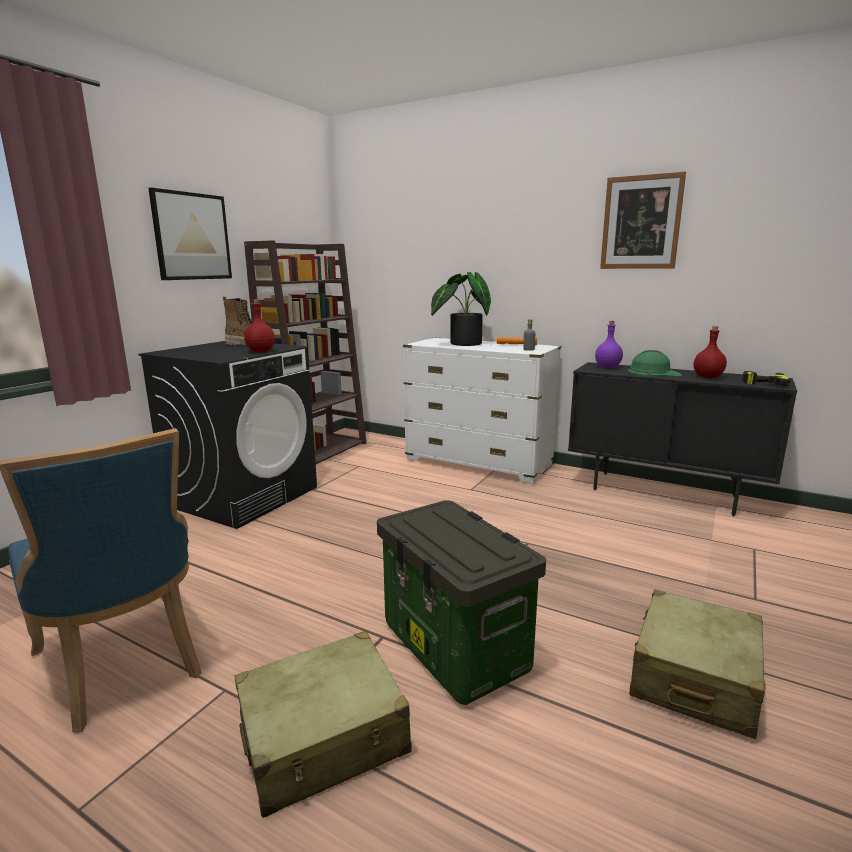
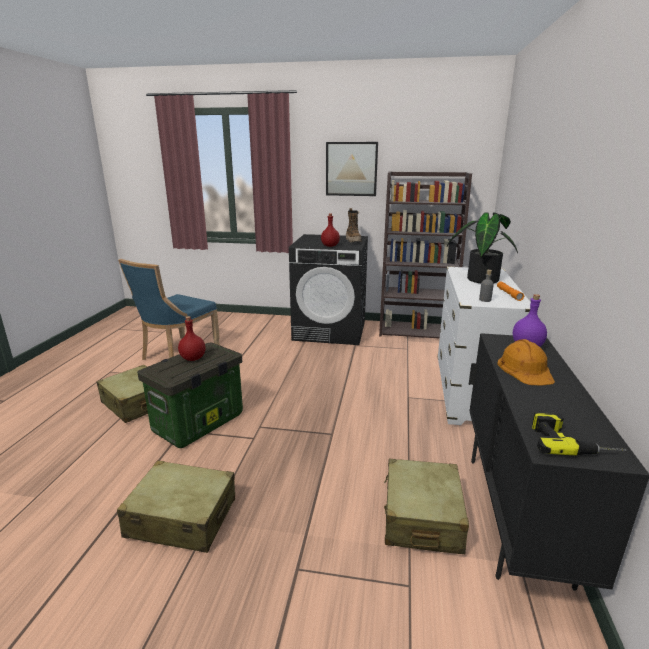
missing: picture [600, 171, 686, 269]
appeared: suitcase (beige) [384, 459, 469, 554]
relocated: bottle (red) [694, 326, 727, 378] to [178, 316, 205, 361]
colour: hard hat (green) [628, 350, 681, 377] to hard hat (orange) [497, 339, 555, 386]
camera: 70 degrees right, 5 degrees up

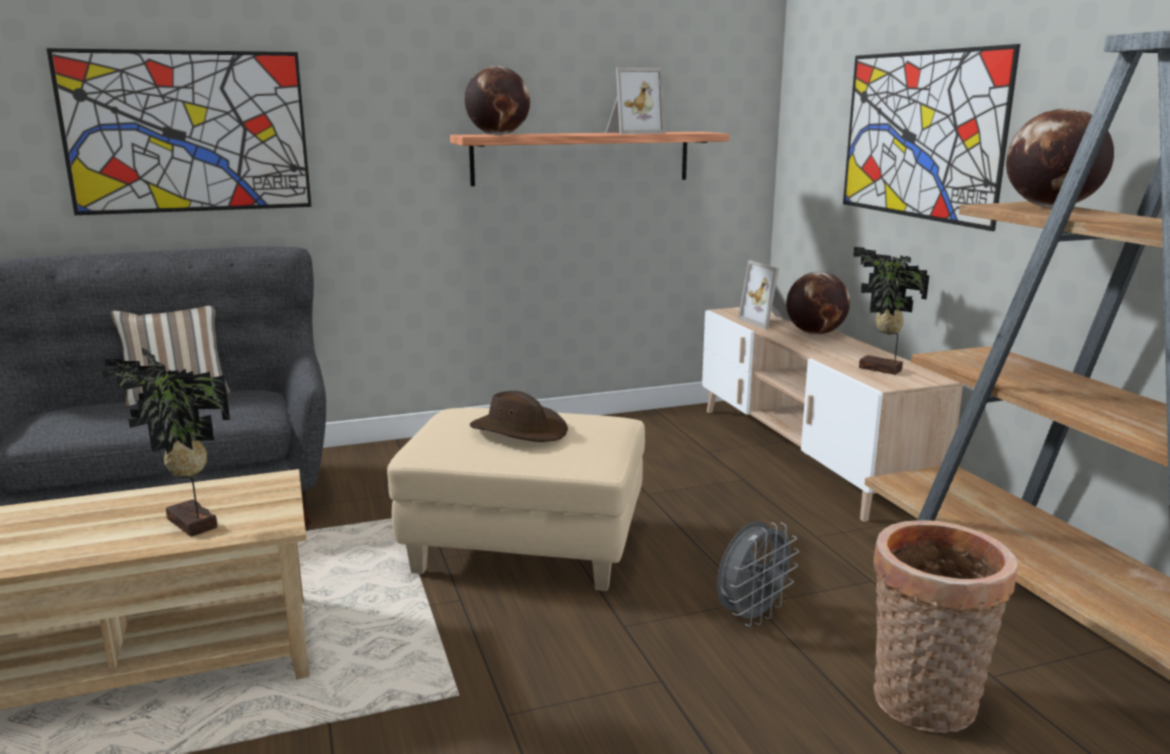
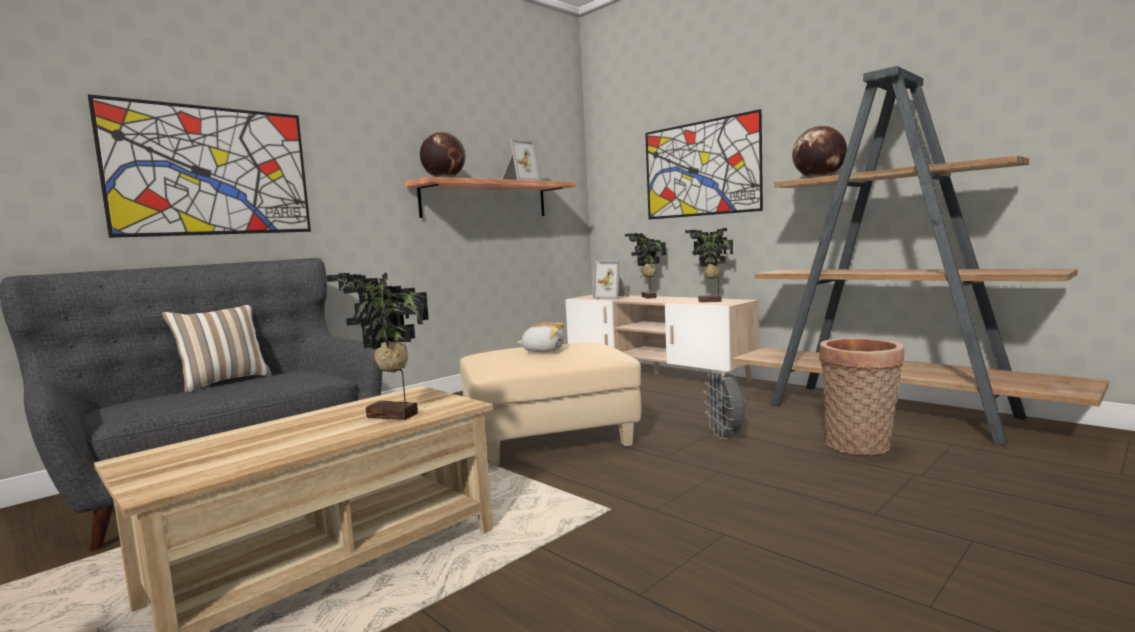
exchanged: hat (brown) [470, 391, 568, 442] to plush toy [517, 322, 565, 352]; globe [786, 272, 850, 335] to potted plant [625, 233, 666, 299]
spun: fan (grey) [717, 521, 799, 627] = [703, 370, 746, 439] 150 degrees clockwise
camera: 25 degrees left, 10 degrees down

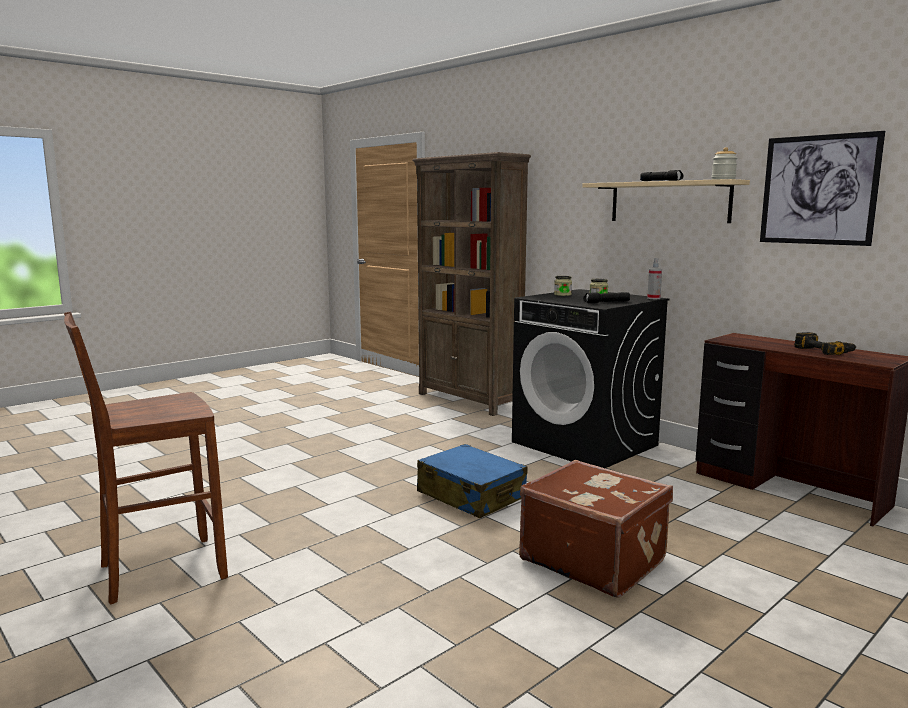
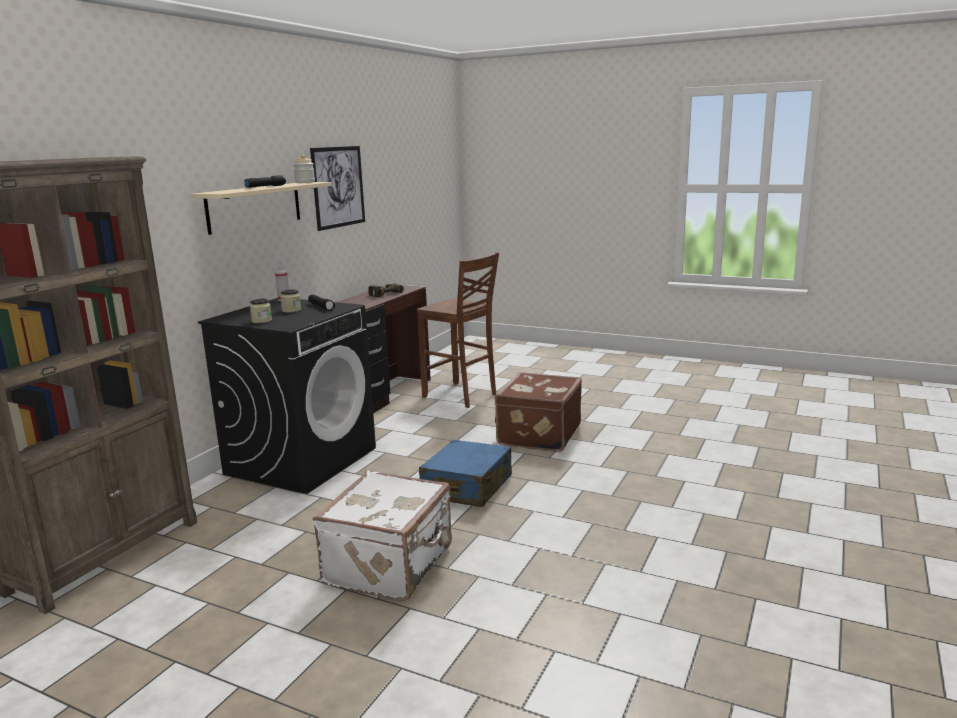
appeared: suitcase (white) [313, 471, 452, 601]
relocated: stool (brown) [64, 311, 228, 604] to [417, 252, 499, 408]
camera: 110 degrees left, 5 degrees up

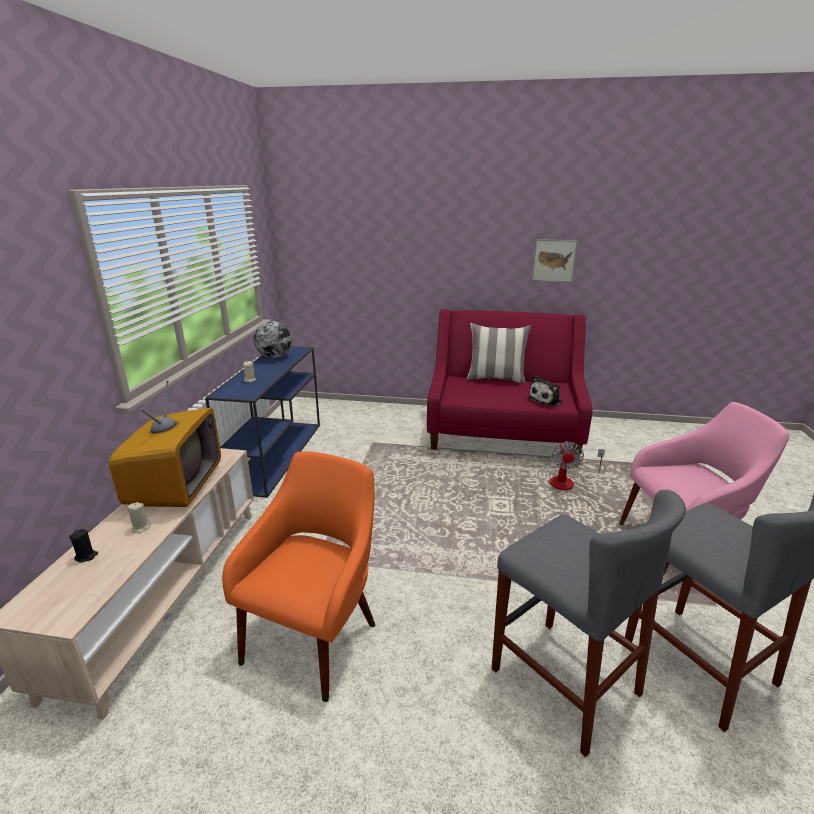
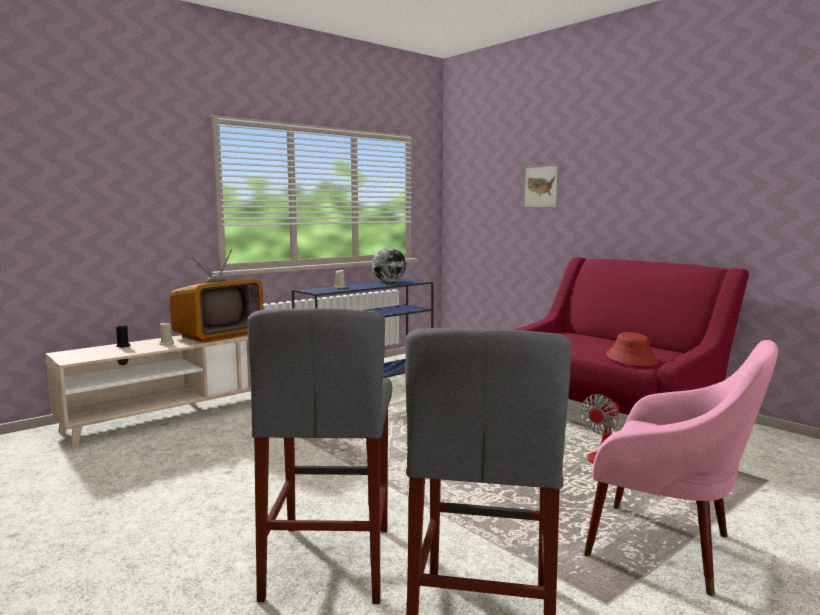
missing: armchair (orange) [222, 451, 376, 702]; pillow [466, 323, 531, 384]
relocated: picture [532, 239, 578, 282] to [523, 164, 560, 208]
exchanged: plush toy [527, 375, 562, 406] to hat (red) [606, 332, 659, 366]
camera: 40 degrees right, 15 degrees down

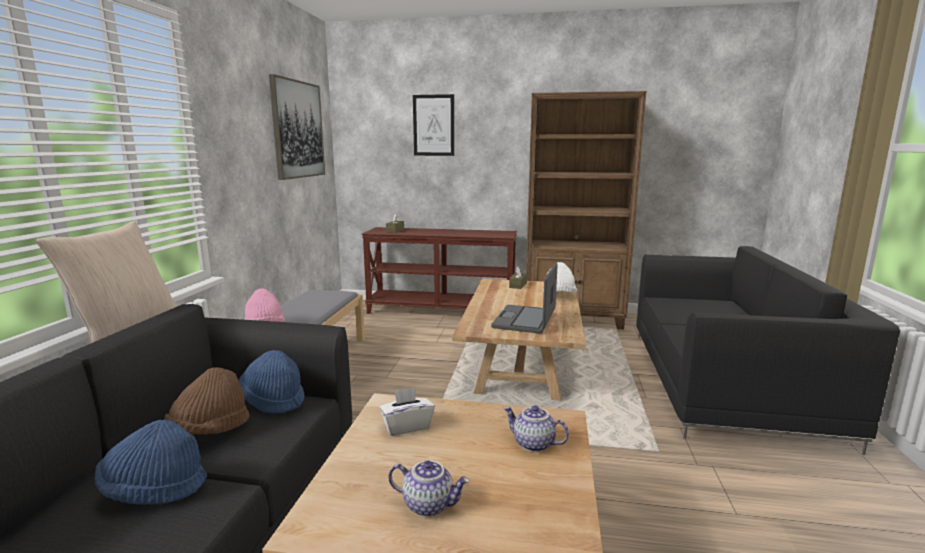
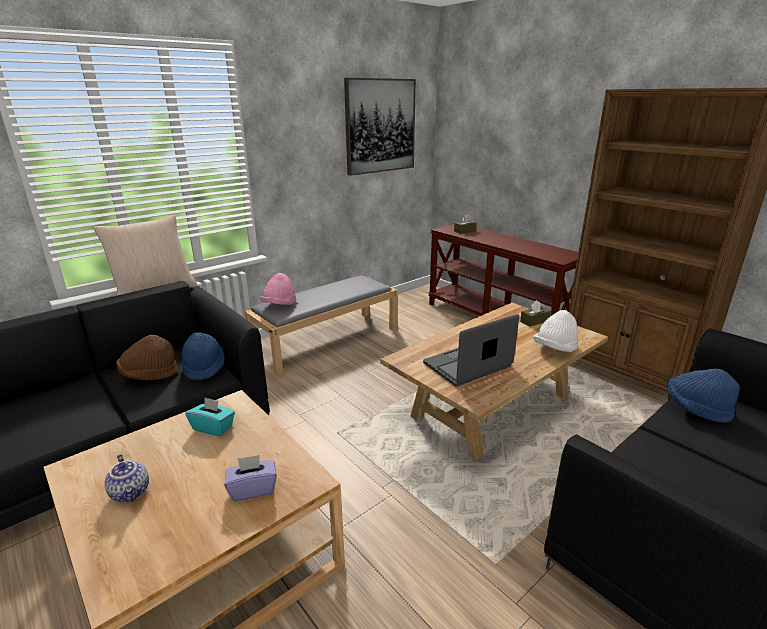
missing: picture [413, 94, 454, 156]
relocated: hat (blue) [94, 419, 207, 505] to [667, 369, 740, 423]
exchanged: teapot [503, 406, 569, 452] to tissue box (purple) [224, 455, 277, 501]
colour: tissue box (white) [379, 388, 435, 436] to tissue box (turquoise) [185, 397, 235, 436]
camera: 40 degrees right, 10 degrees up

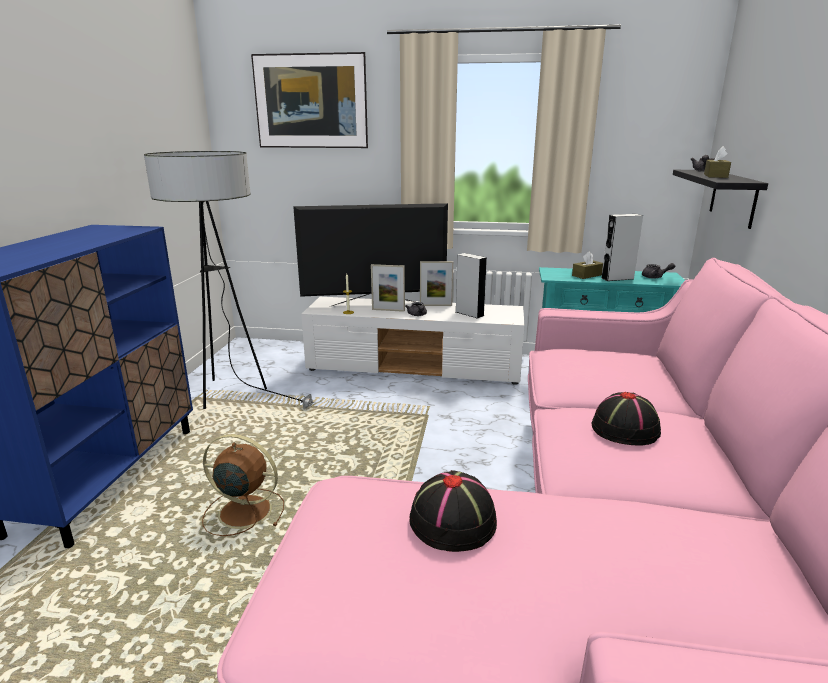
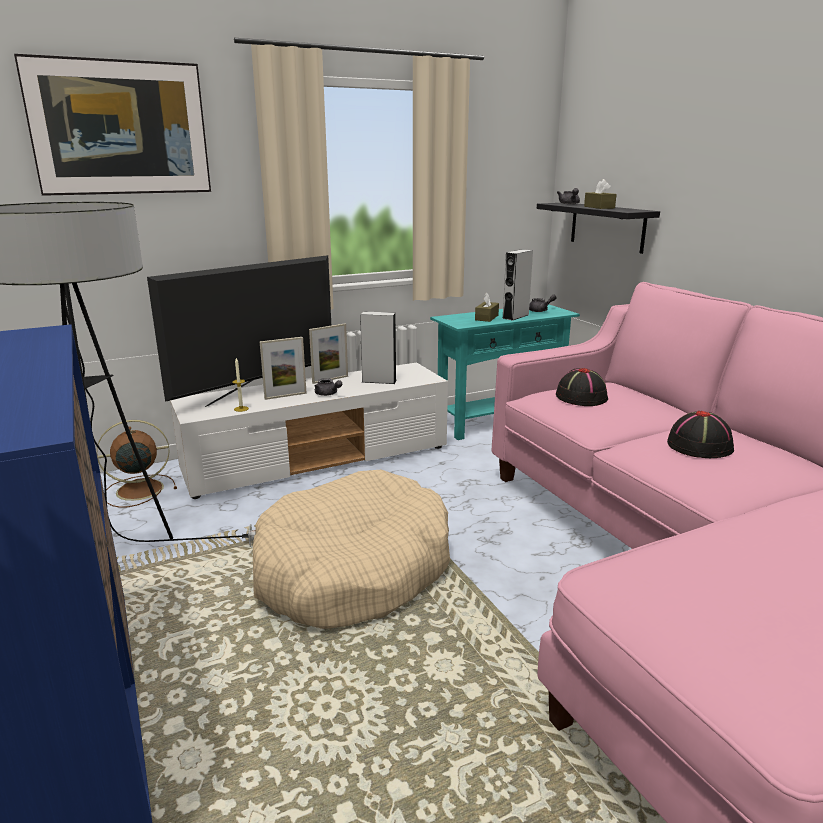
appeared: dog bed (beige) [253, 470, 450, 629]
relocated: fan (brown) [202, 434, 284, 536] to [97, 420, 177, 508]; hat (black) [410, 470, 497, 552] to [556, 368, 608, 406]
camera: 35 degrees left, 0 degrees up

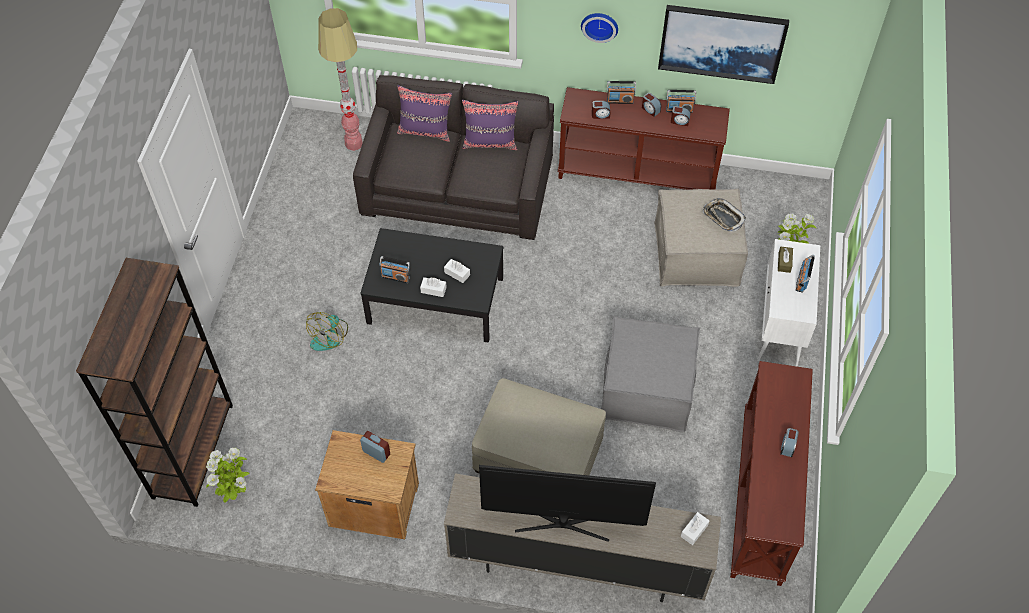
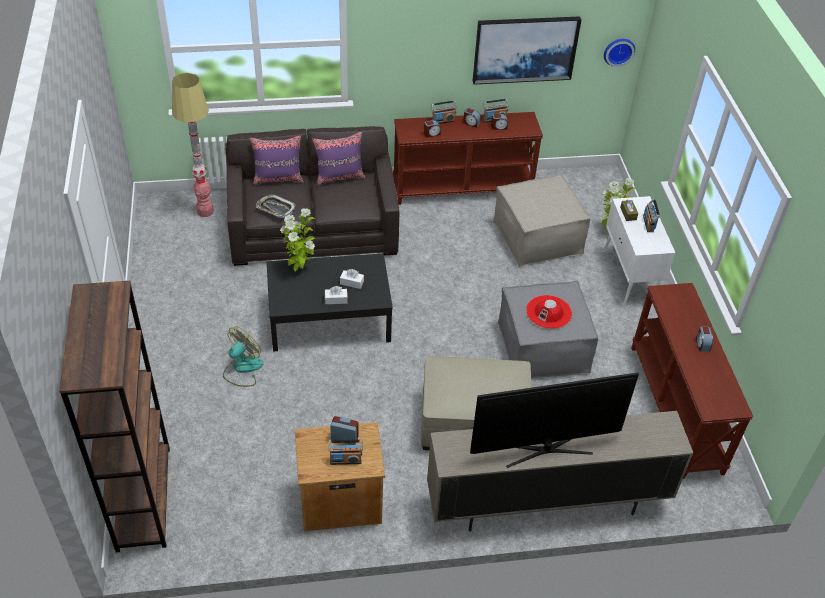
missing: tissue box (white) [681, 512, 710, 545]
appeared: hat (red) [526, 295, 572, 329]
relocated: potted plant [206, 448, 250, 503] to [280, 208, 315, 271]; radio [380, 256, 410, 283] to [328, 440, 363, 465]; wall clock [581, 13, 618, 43] to [604, 39, 635, 67]; tray [703, 198, 746, 232] to [256, 194, 296, 218]
spun: fan [306, 312, 348, 351] = [223, 326, 264, 387] 150 degrees counterclockwise
camera: 20 degrees left, 10 degrees down

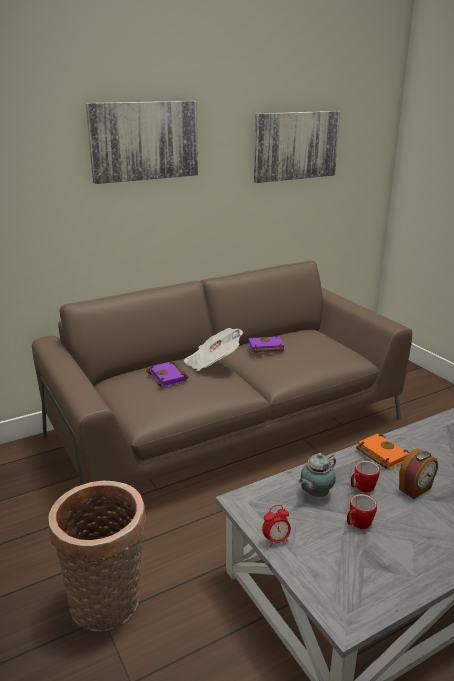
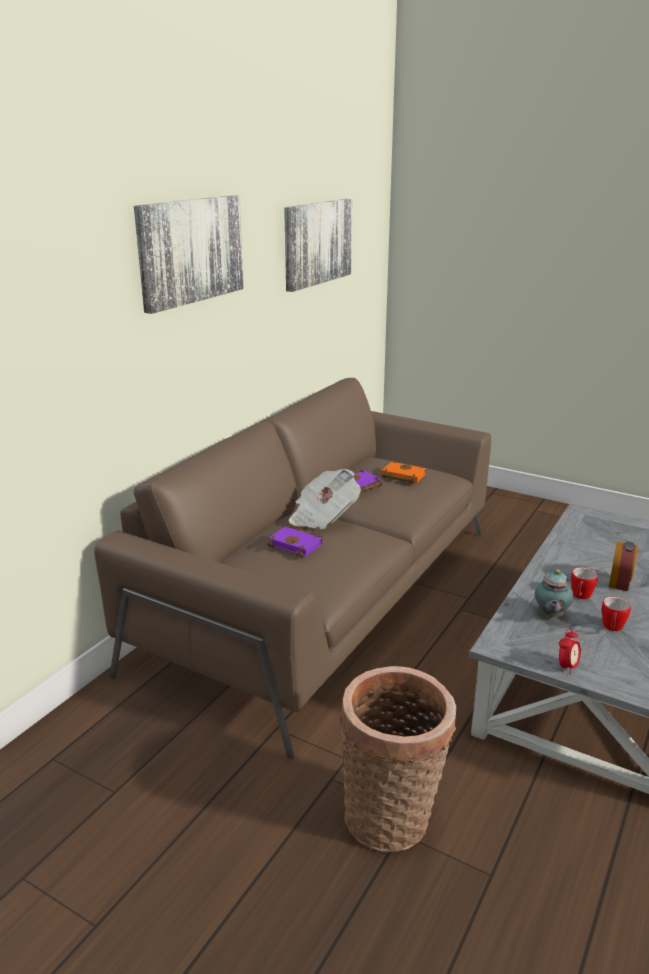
relocated: book (orange) [356, 433, 410, 469] to [382, 461, 426, 484]
camera: 30 degrees left, 0 degrees up

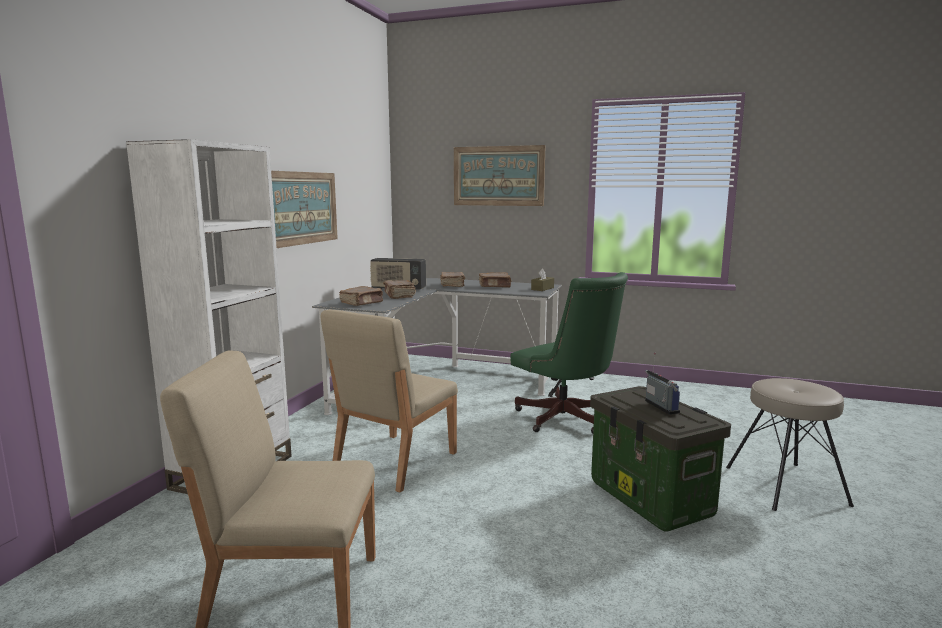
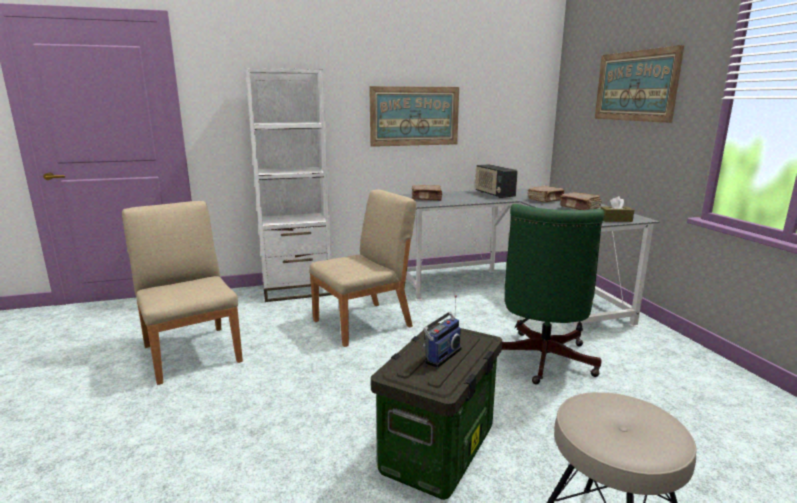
missing: book (brown) [383, 280, 416, 299]
spun: chair (beige) [321, 310, 458, 493] = [309, 189, 416, 347] 150 degrees clockwise
camera: 55 degrees right, 5 degrees up

